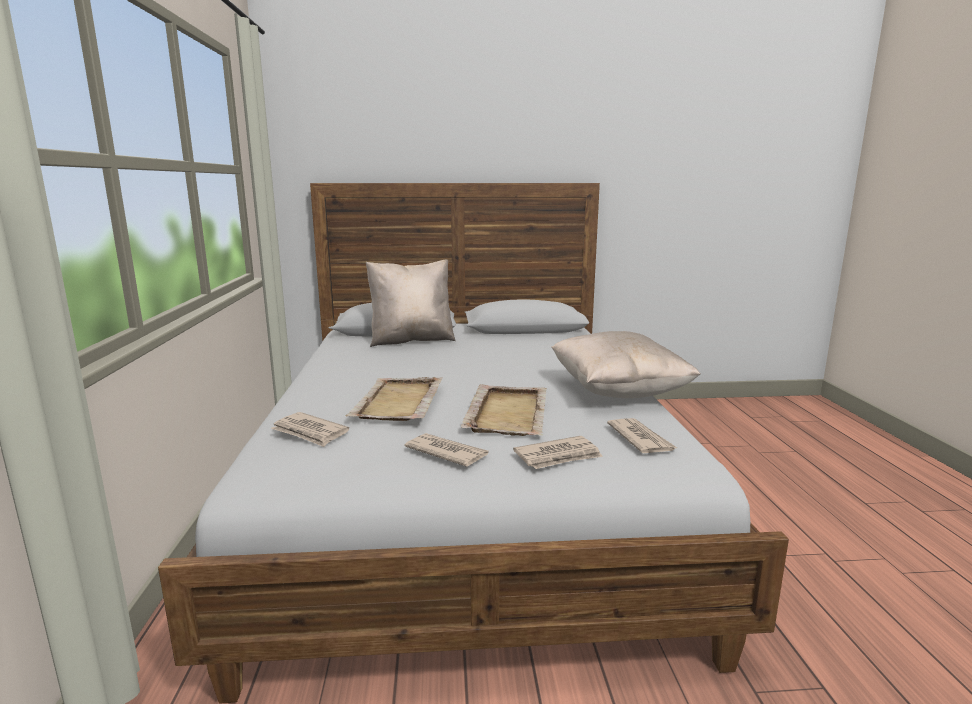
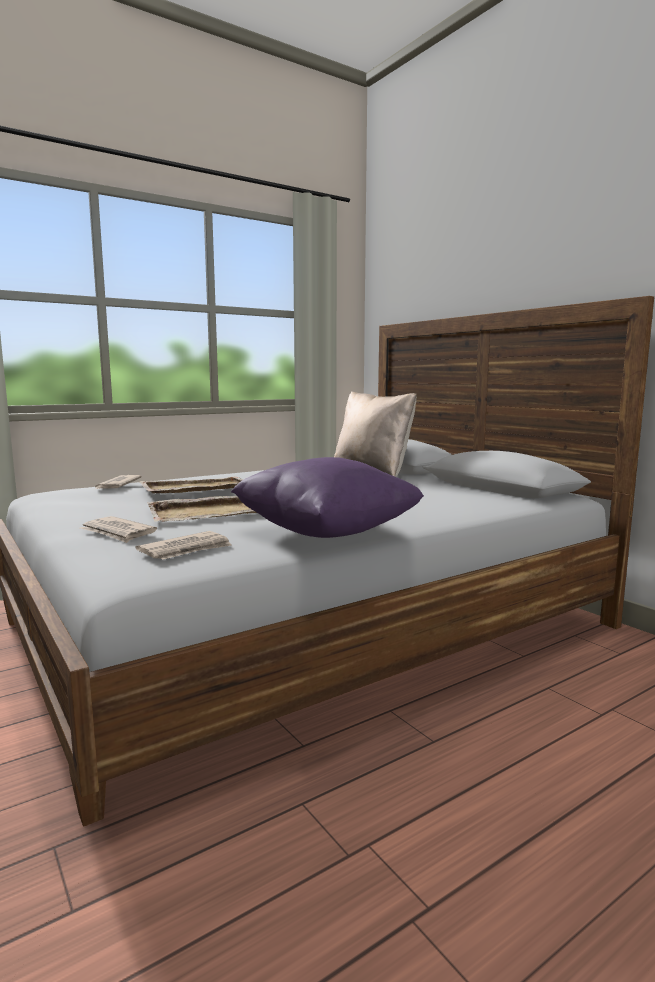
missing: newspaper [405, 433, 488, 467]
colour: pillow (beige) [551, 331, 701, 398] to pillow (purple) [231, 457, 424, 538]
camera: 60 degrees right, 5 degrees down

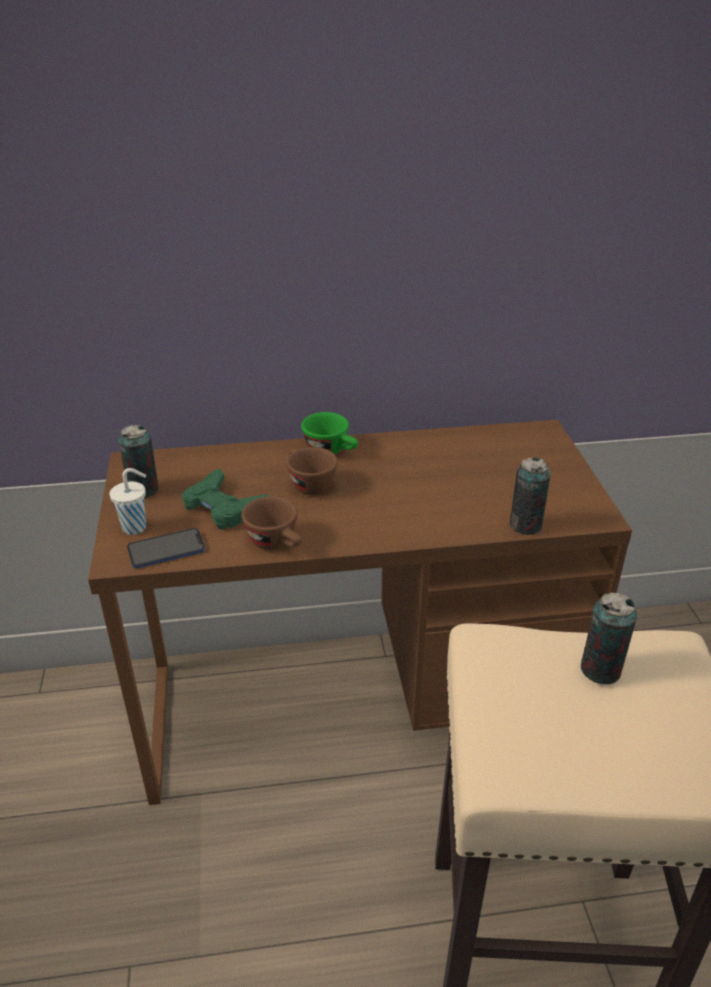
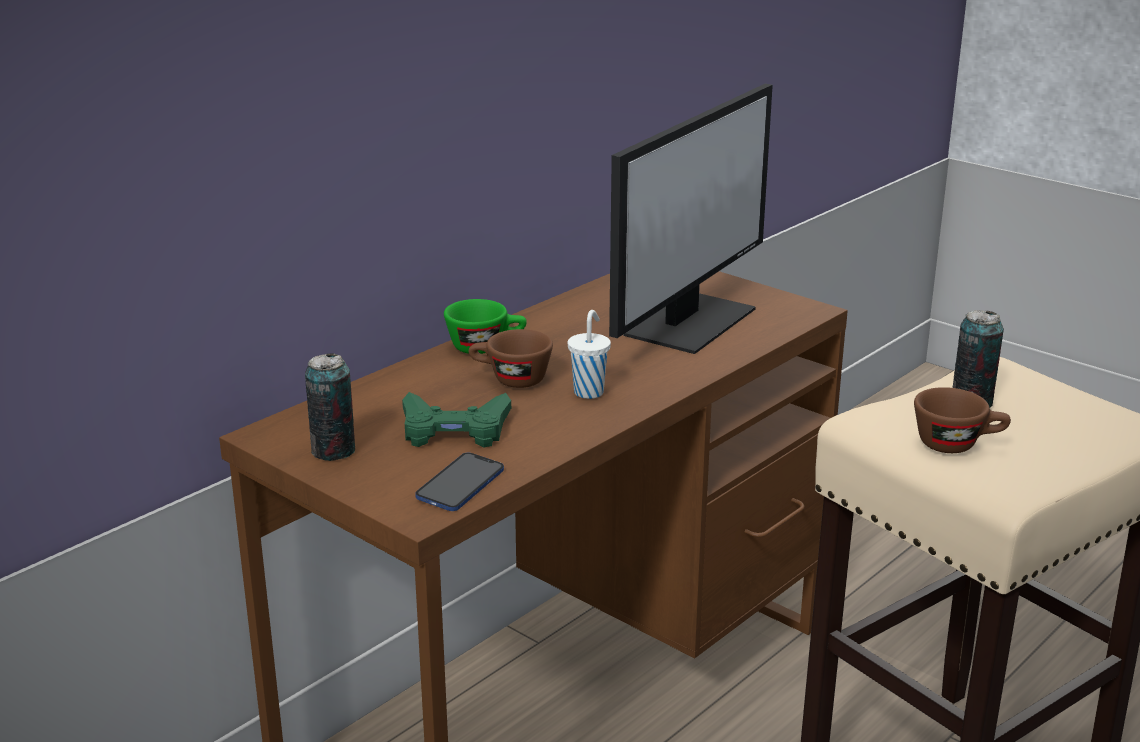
missing: can [510, 457, 551, 535]
appeared: monitor [609, 84, 773, 354]
relocated: cup (white) [110, 468, 146, 535] to [568, 310, 611, 399]; cup (brown) [241, 496, 302, 550] to [914, 387, 1011, 453]
camera: 40 degrees left, 10 degrees down

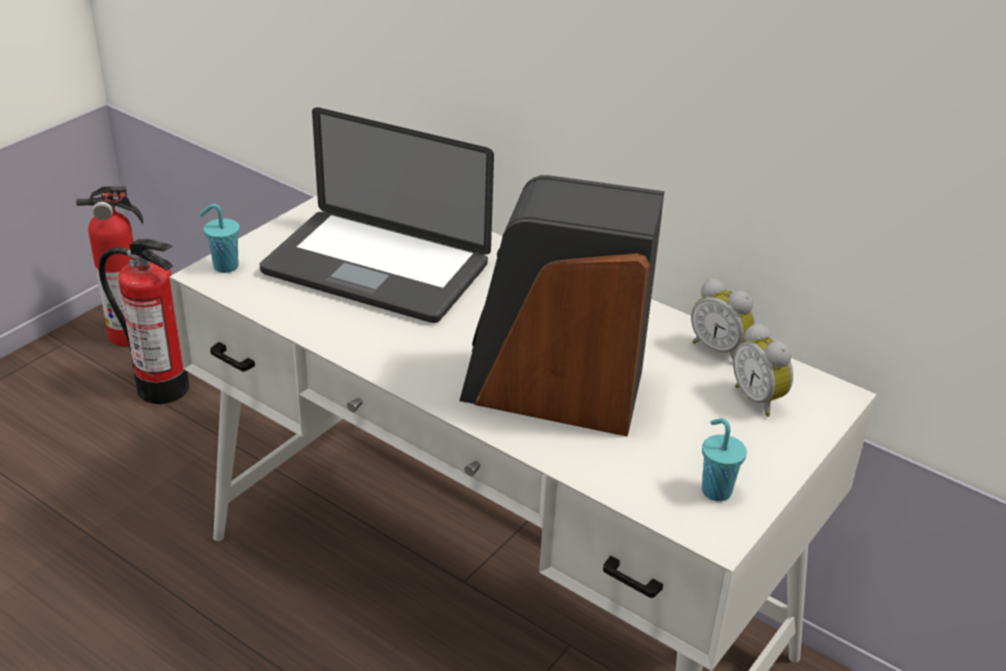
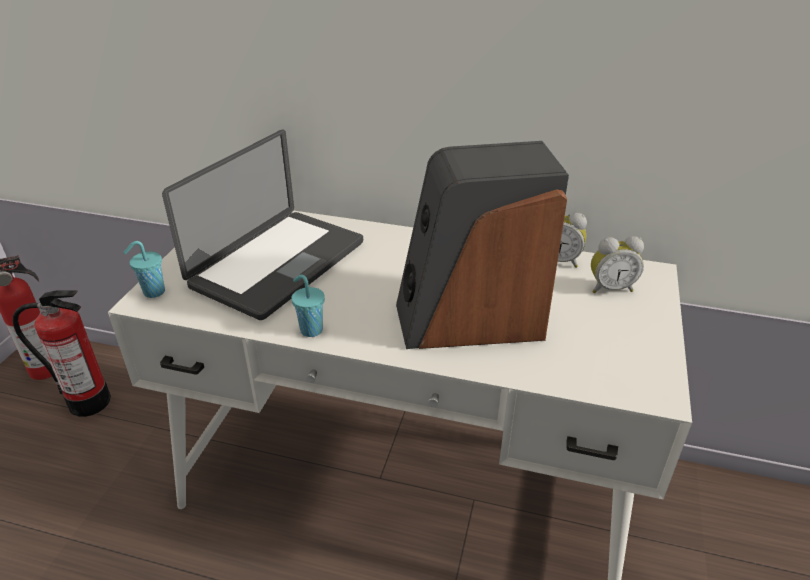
relocated: cup (turquoise) [702, 418, 747, 501] to [291, 274, 325, 337]
spun: laptop [260, 107, 494, 323] = [162, 129, 363, 320] 60 degrees counterclockwise; alarm clock [733, 323, 793, 417] = [591, 236, 644, 293] 45 degrees counterclockwise
camera: 20 degrees left, 0 degrees up

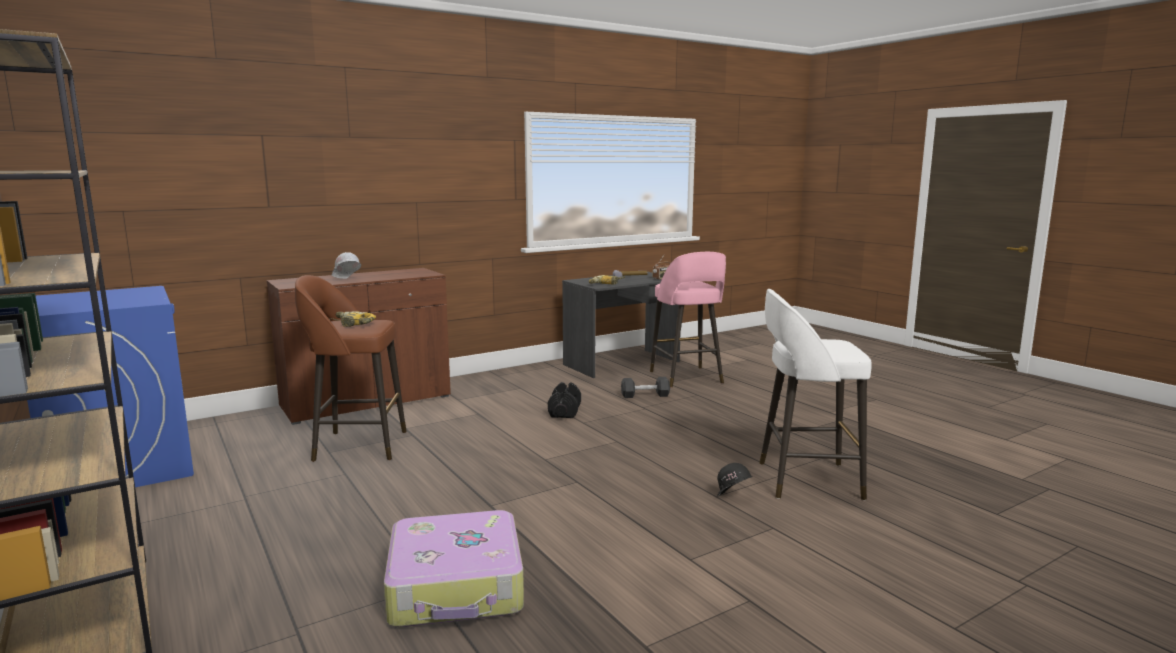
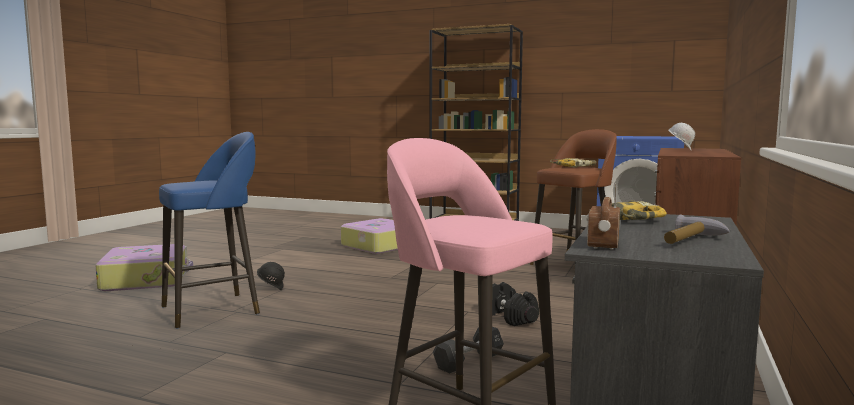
appeared: suitcase [95, 244, 193, 291]
colour: stool (white) [759, 289, 872, 500] to stool (blue) [159, 132, 260, 328]
camera: 145 degrees right, 5 degrees down

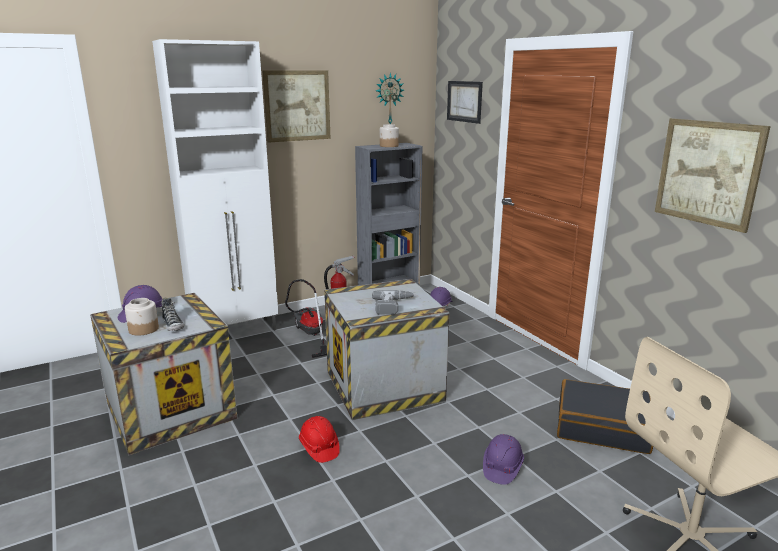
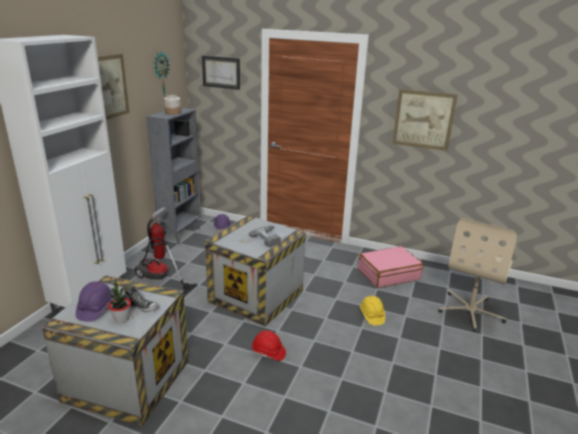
exchanged: jar [125, 298, 159, 336] to potted plant [108, 280, 131, 323]
colour: hard hat (purple) [483, 434, 524, 485] to hard hat (yellow) [360, 296, 385, 326]; suitcase (black) [557, 379, 653, 454] to suitcase (pink) [358, 246, 424, 288]
camera: 40 degrees left, 5 degrees up

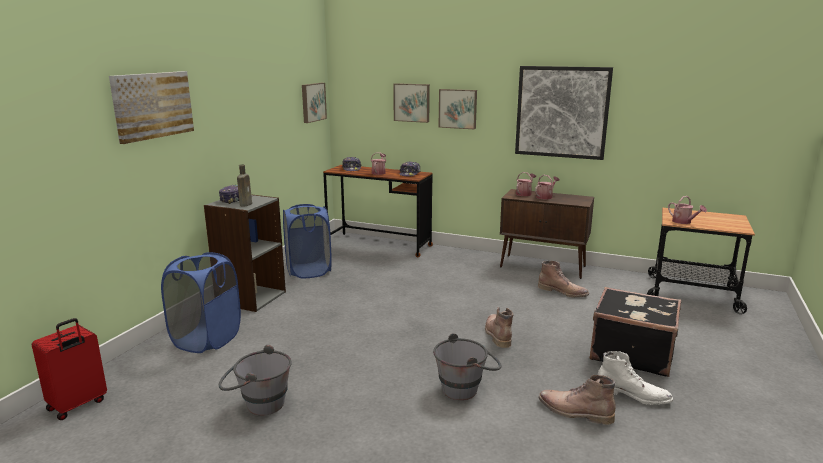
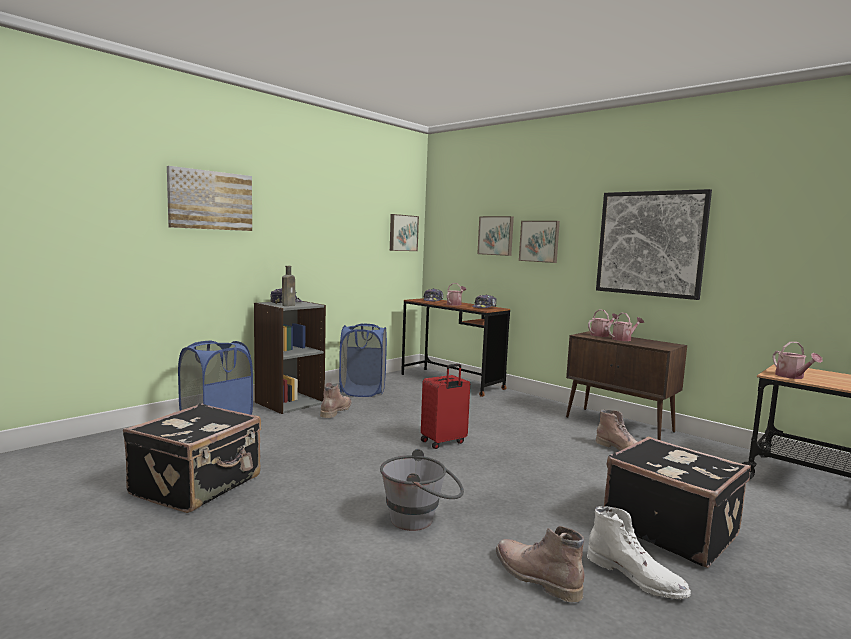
relocated: suitcase (red) [32, 318, 107, 420] to [421, 364, 470, 449]; boot (brown) [485, 307, 513, 348] to [320, 382, 352, 418]
exchanged: bucket (grey) [219, 345, 292, 415] to suitcase (black) [123, 403, 261, 513]
camera: 20 degrees right, 10 degrees down

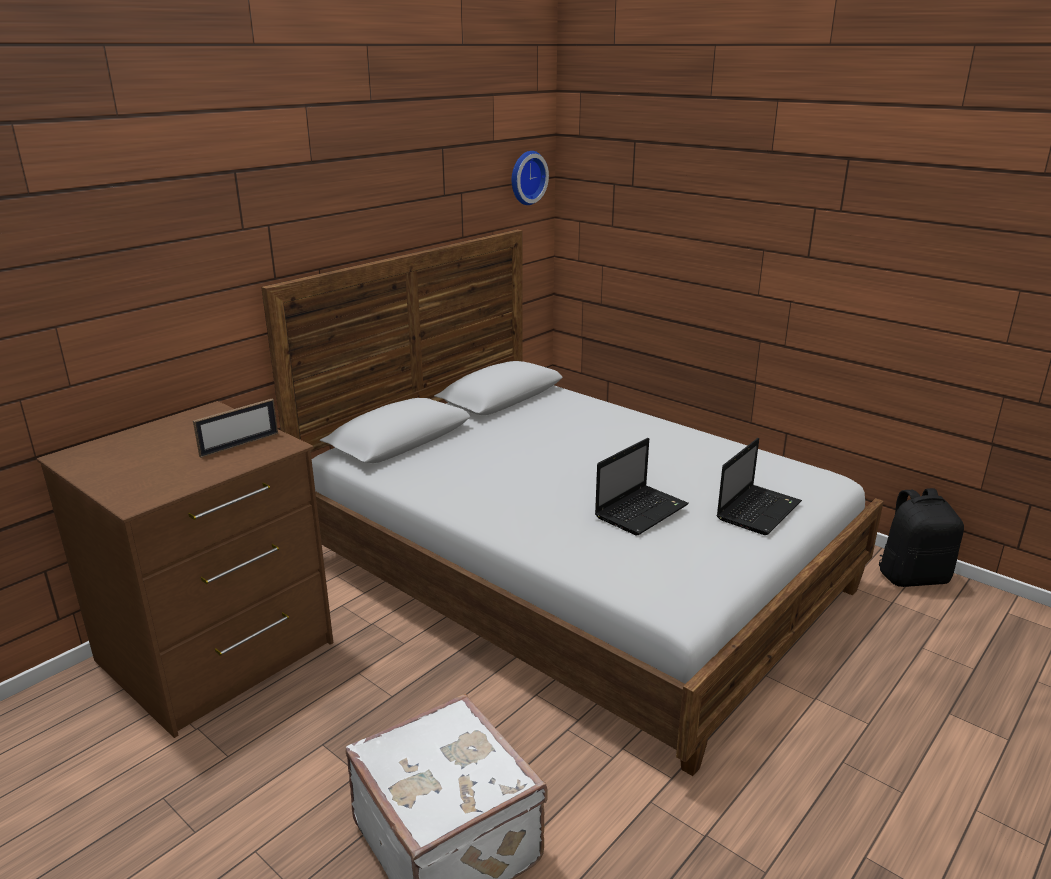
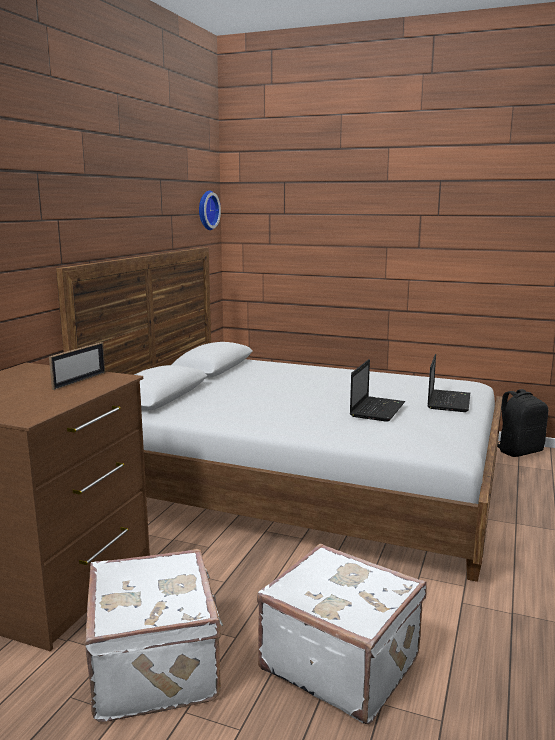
appeared: suitcase (white) [85, 549, 223, 722]
camera: 20 degrees left, 10 degrees down

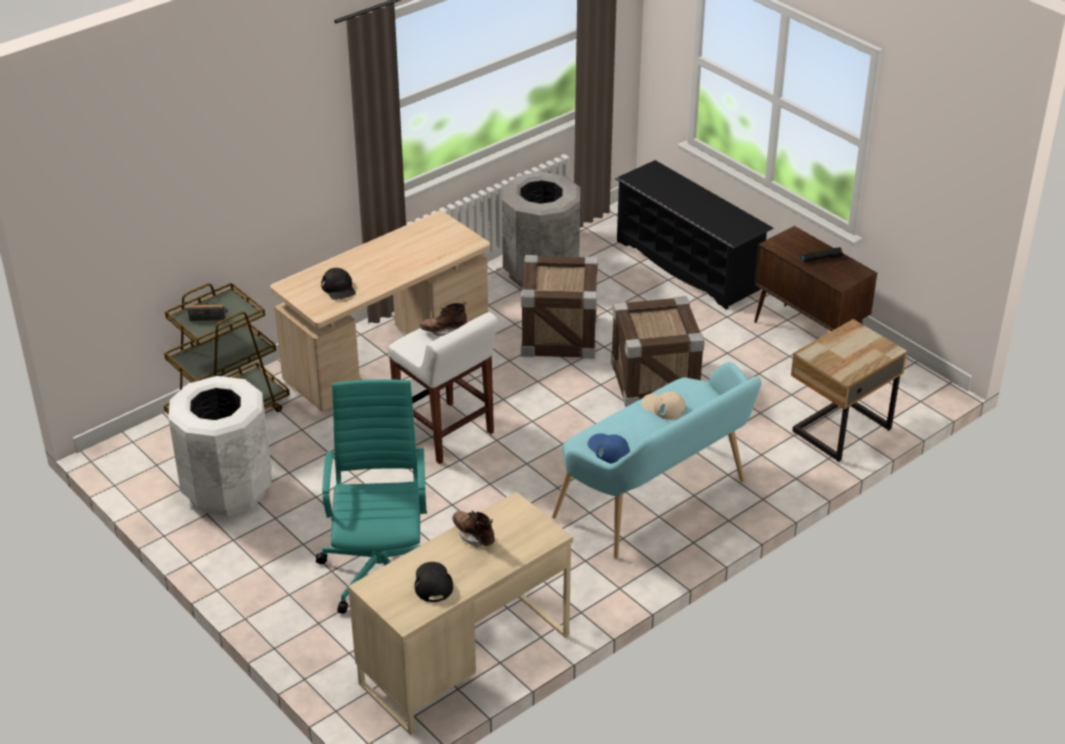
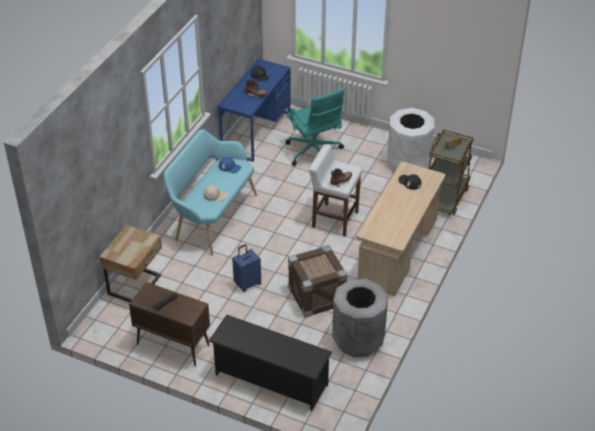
exchanged: crate [611, 296, 705, 407] to suitcase (blue) [232, 244, 261, 292]
colour: desk (beige) [348, 492, 573, 735] to desk (blue) [217, 59, 291, 162]
camera: 155 degrees right, 5 degrees up

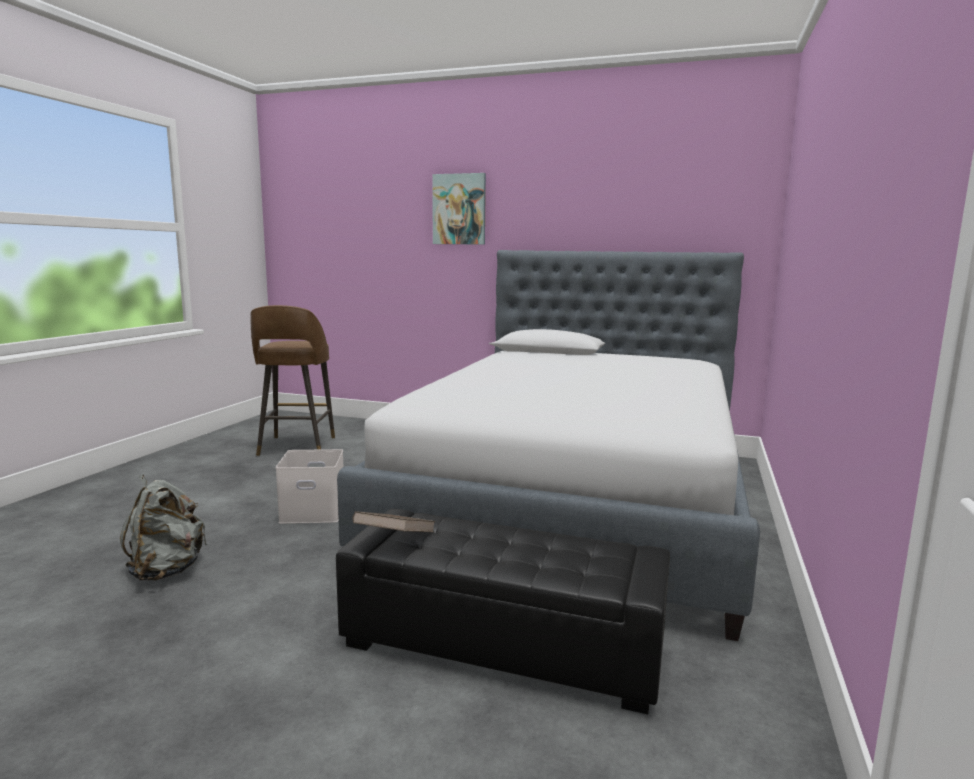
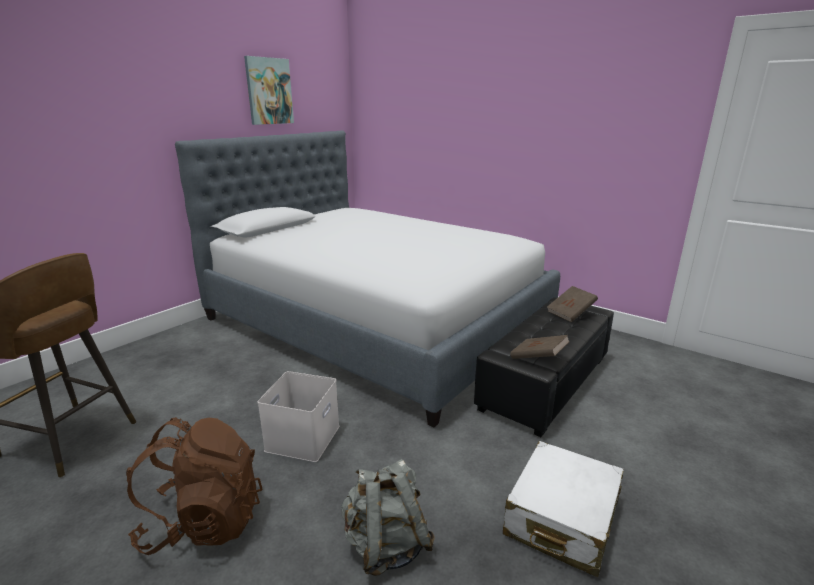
appeared: backpack (brown) [126, 417, 262, 555]; suitcase (white) [503, 441, 624, 577]; book (brown) [547, 286, 598, 322]
relocated: picture [432, 173, 486, 245] to [244, 56, 294, 125]
camera: 70 degrees left, 10 degrees up

